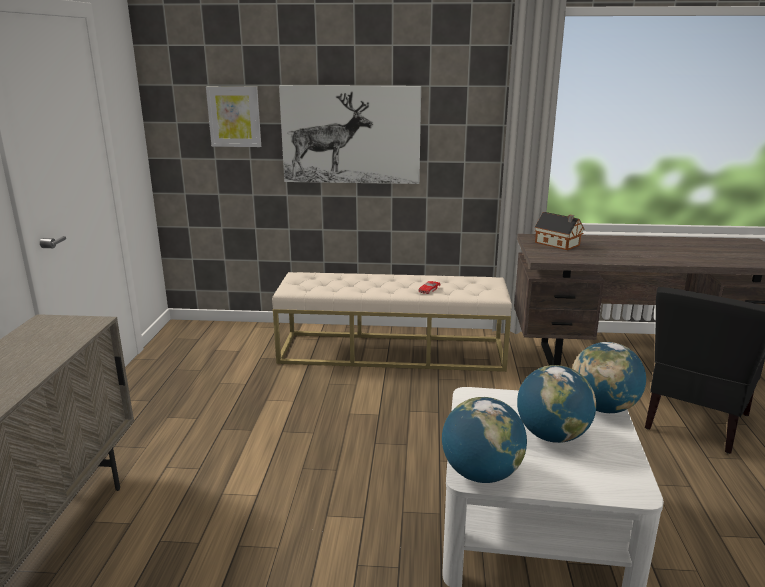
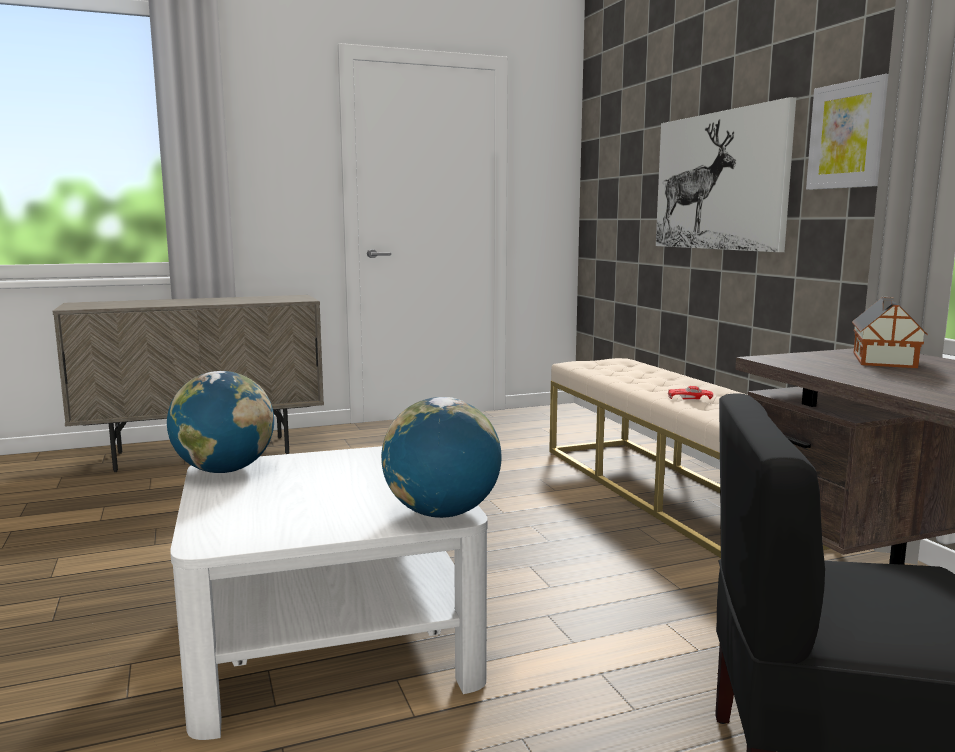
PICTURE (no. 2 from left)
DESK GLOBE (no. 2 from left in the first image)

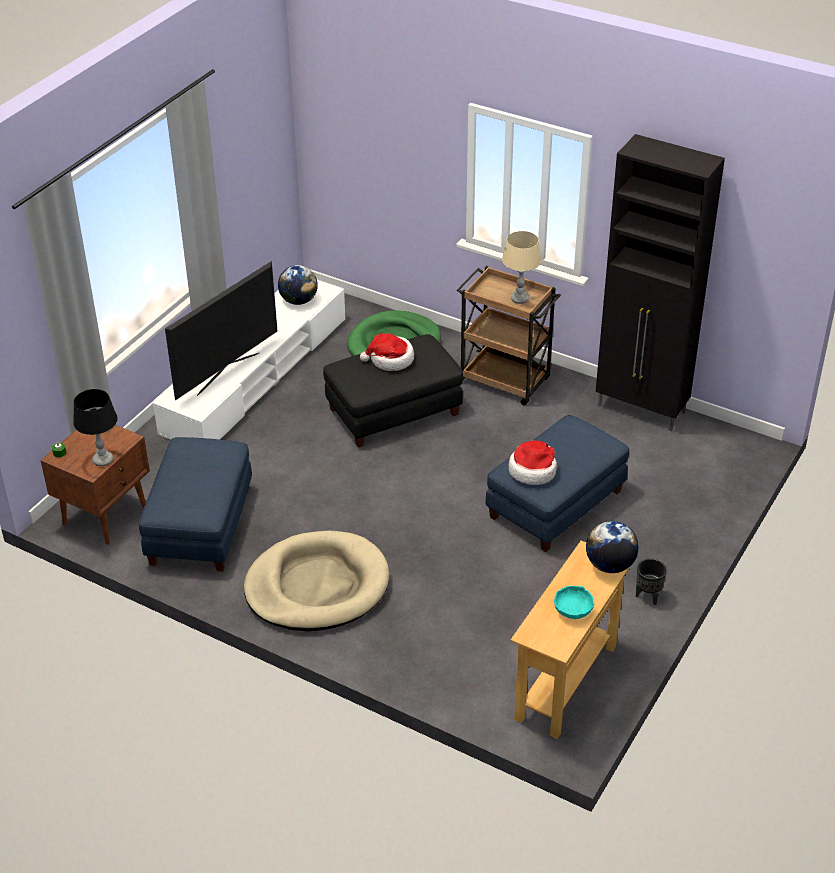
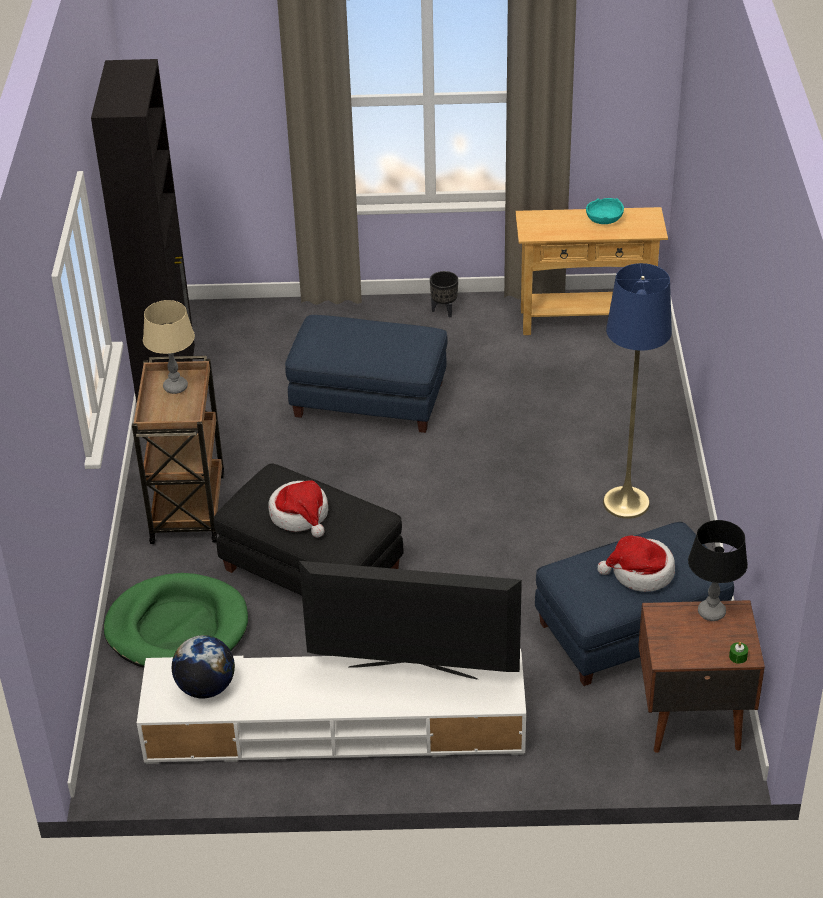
HAT (no. 2 from left)
DESK GLOBE (no. 2 from left in the first image)
BLUE-COLOURED STANDING LAMP

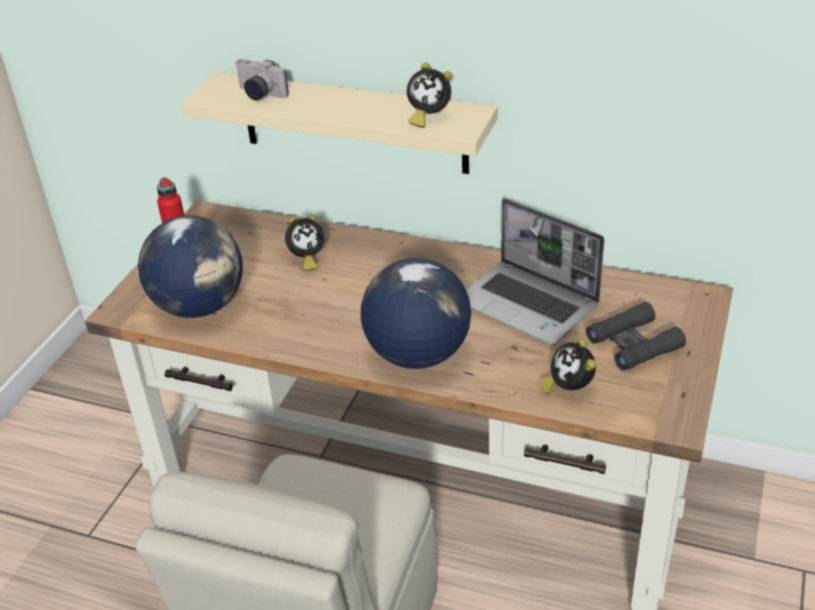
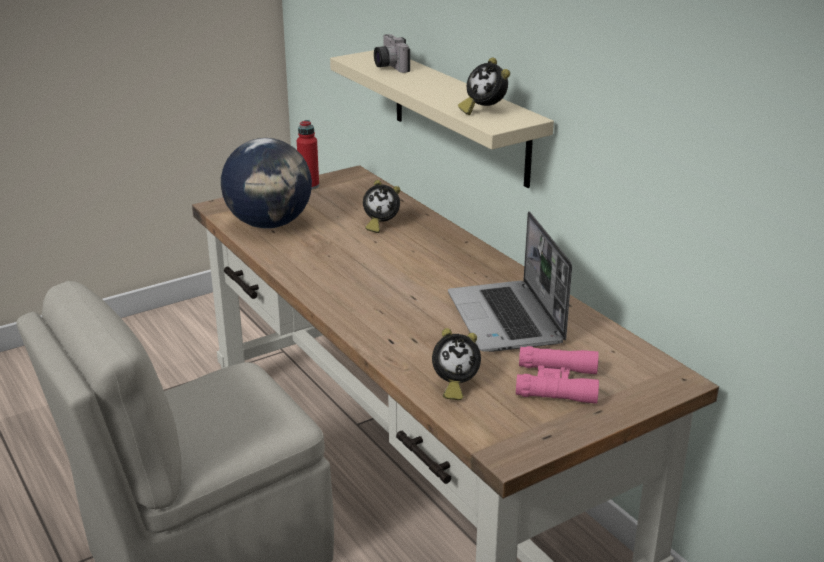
DESK GLOBE (no. 2 from left in the first image)
PINKISH BINOCULARS
ALARM CLOCK (no. 2 from left)

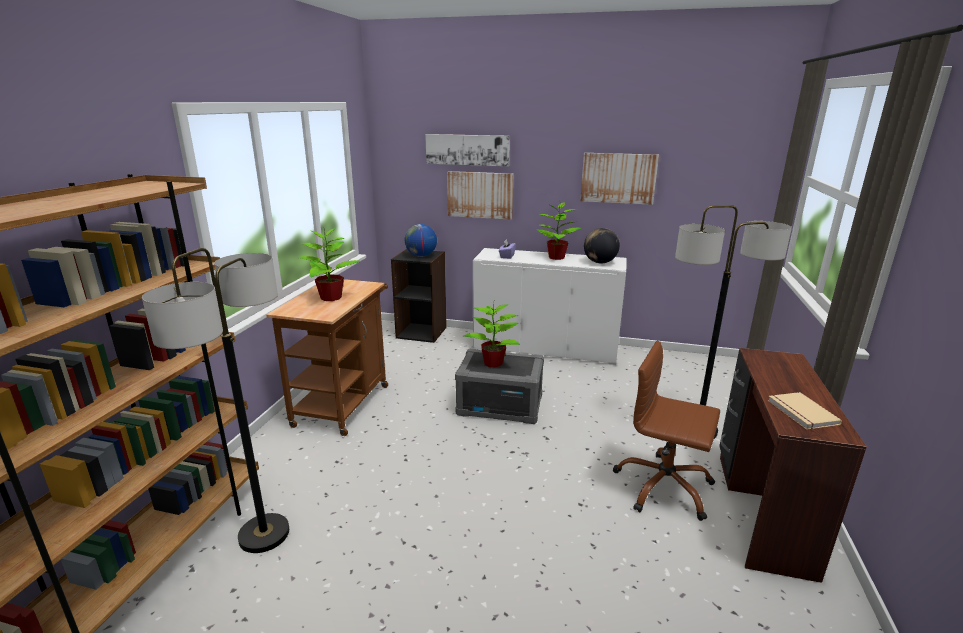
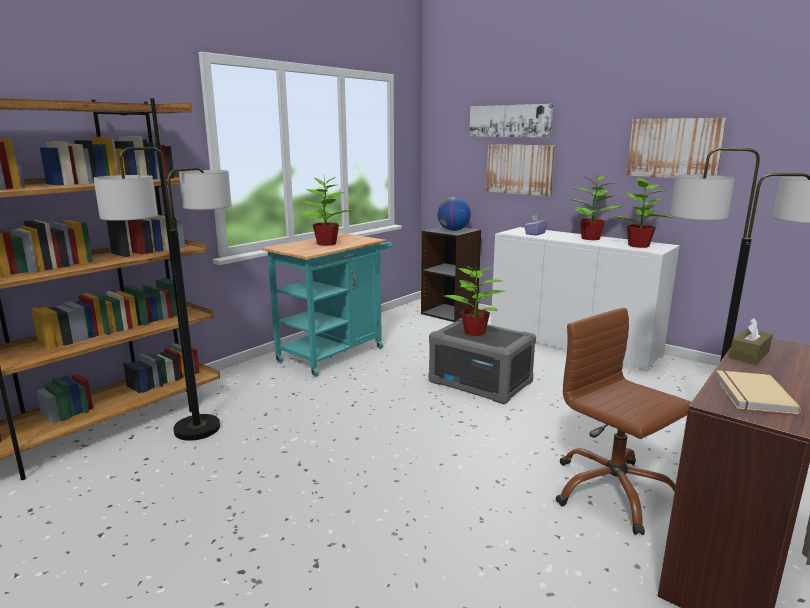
PLANT IN A POT (no. 4 from left)
TURQUOISE TROLLEY
BROWN-COLOURED TISSUE HOLDER

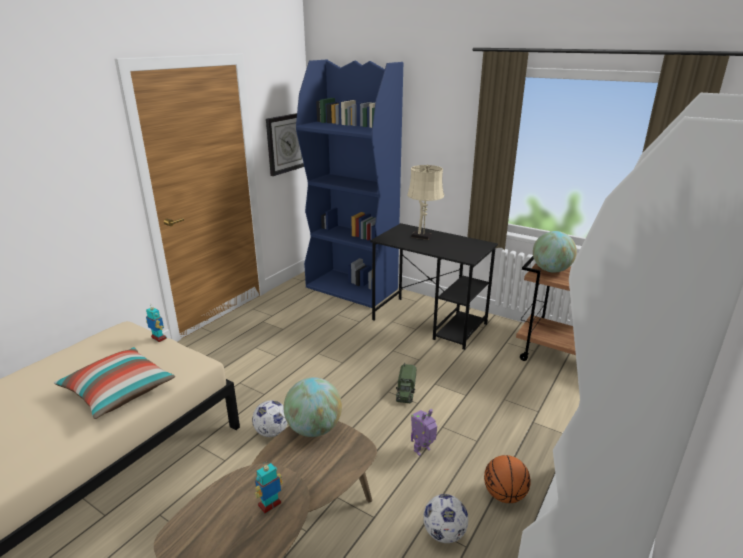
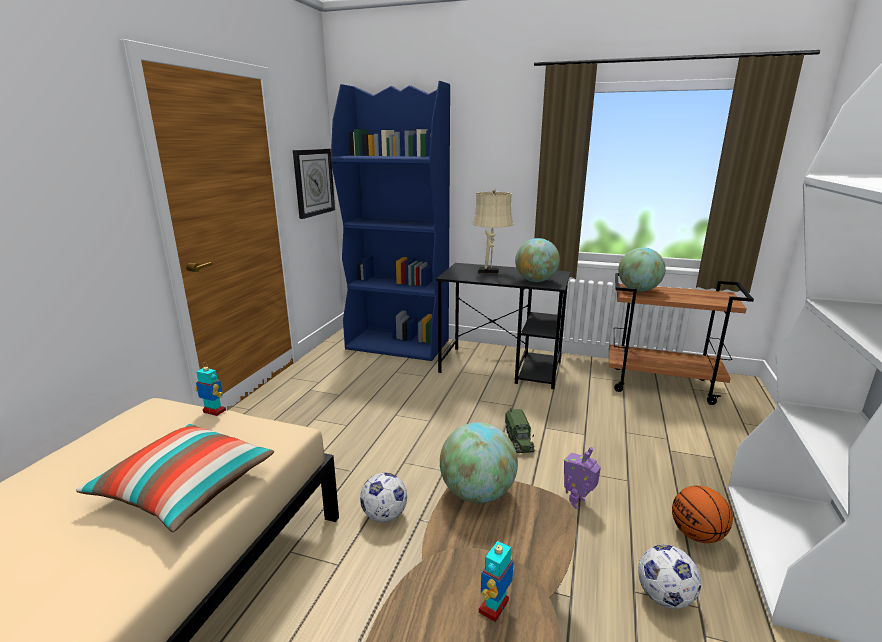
DESK GLOBE (no. 2 from left)

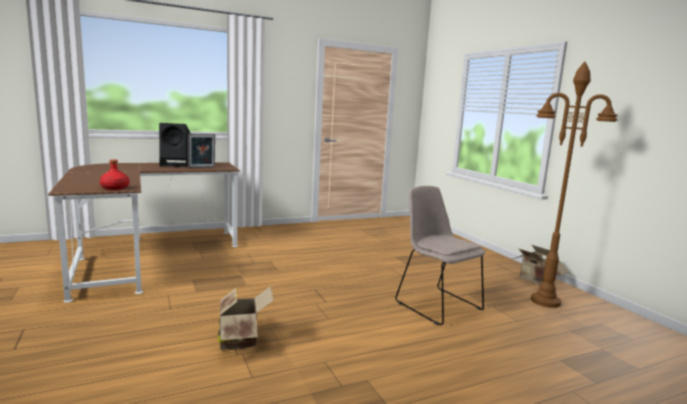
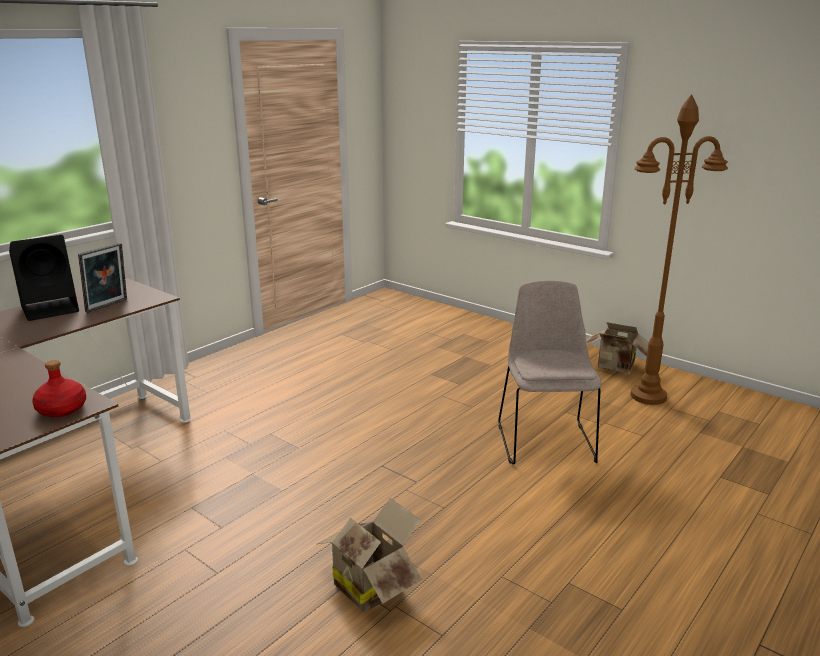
BEIGE CHAIR

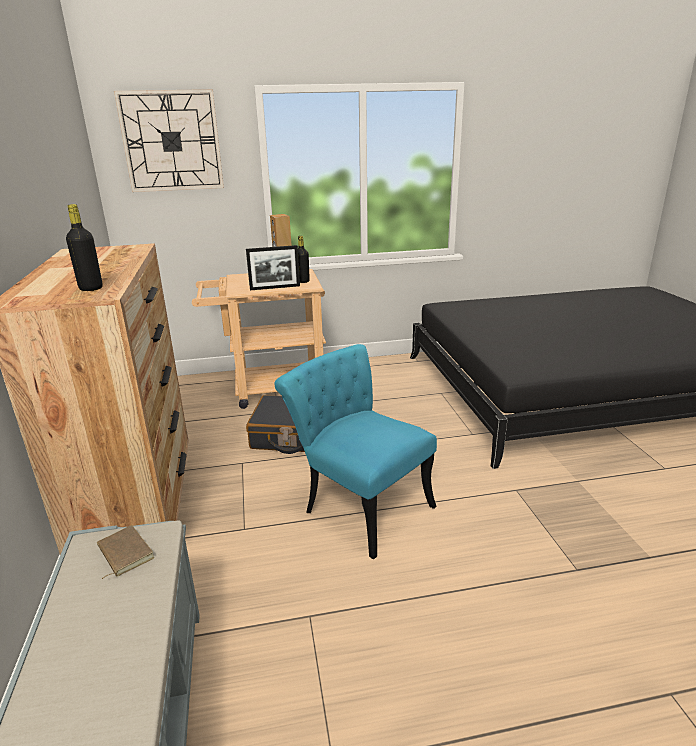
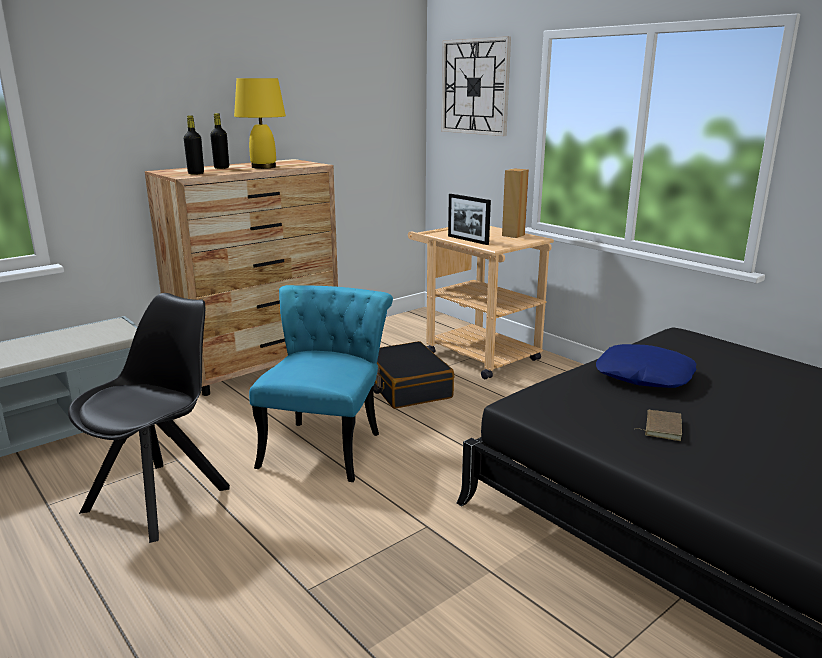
BLACK-COLOURED BOTTLE (no. 2 from left)
BROWN-COLOURED VOLUME
YELLOW-COLOURED TABLETOP LAMP
BLACK-COLOURED CHAIR
BLUE-COLOURED CUSHION

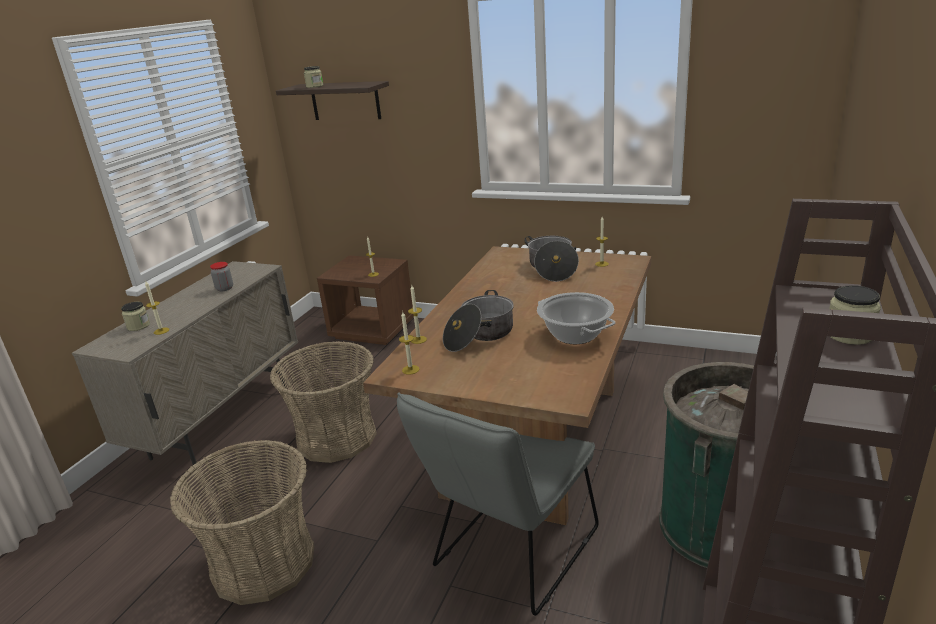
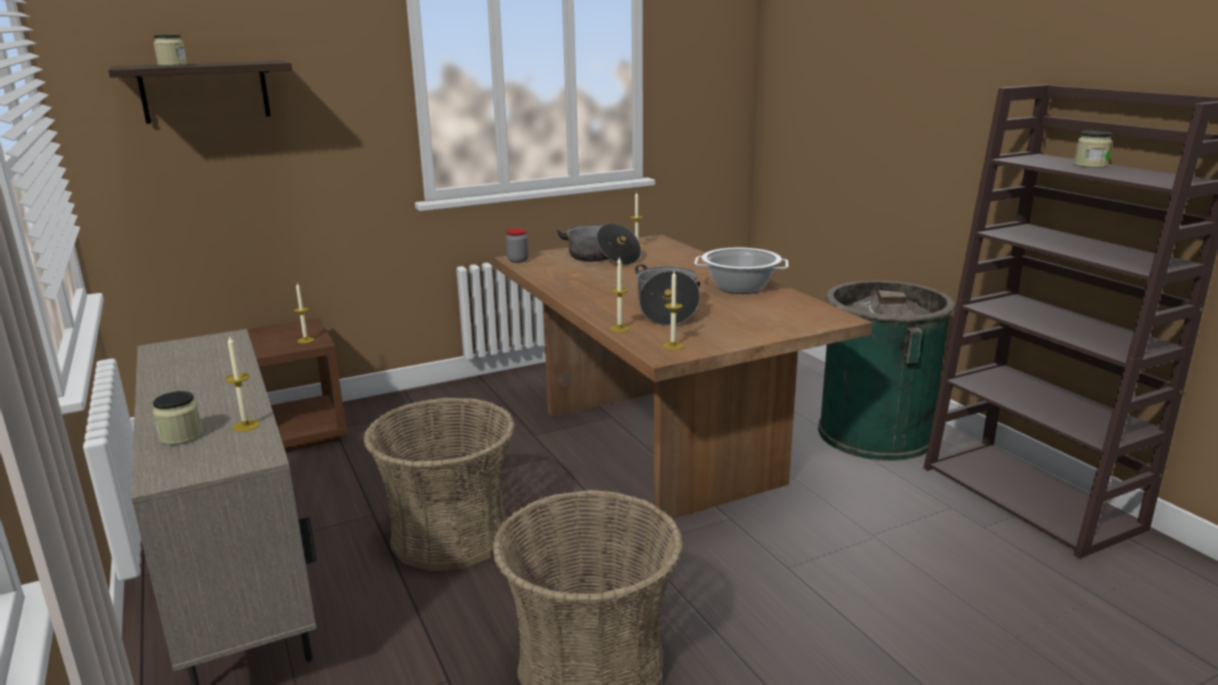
JAR (no. 3 from left)
GRAY CHAIR

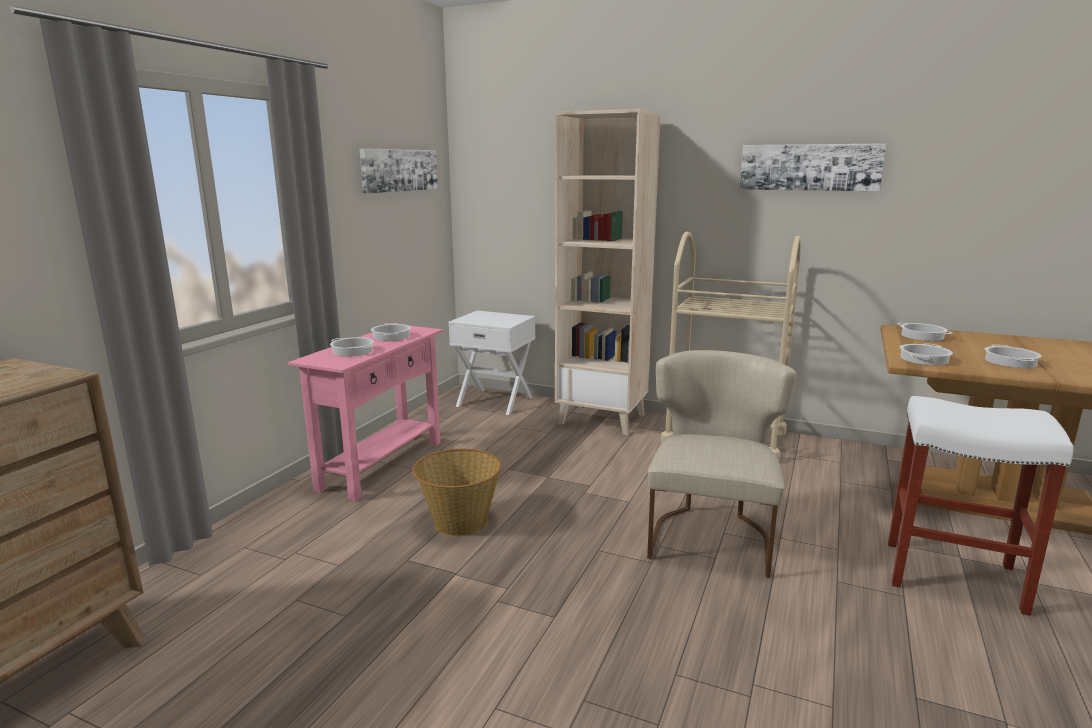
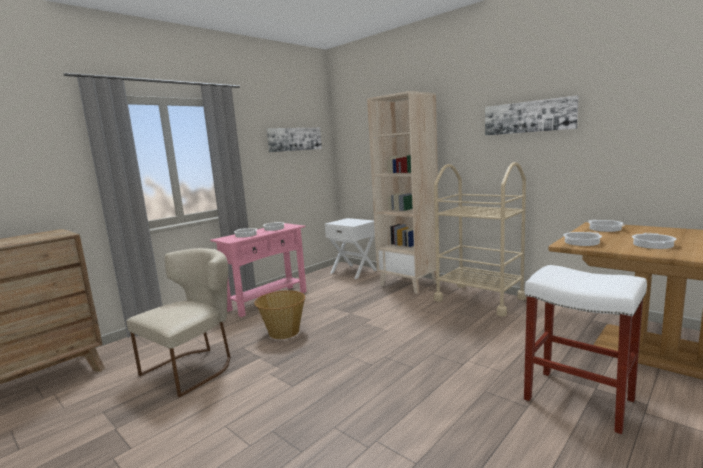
BEIGE CHAIR

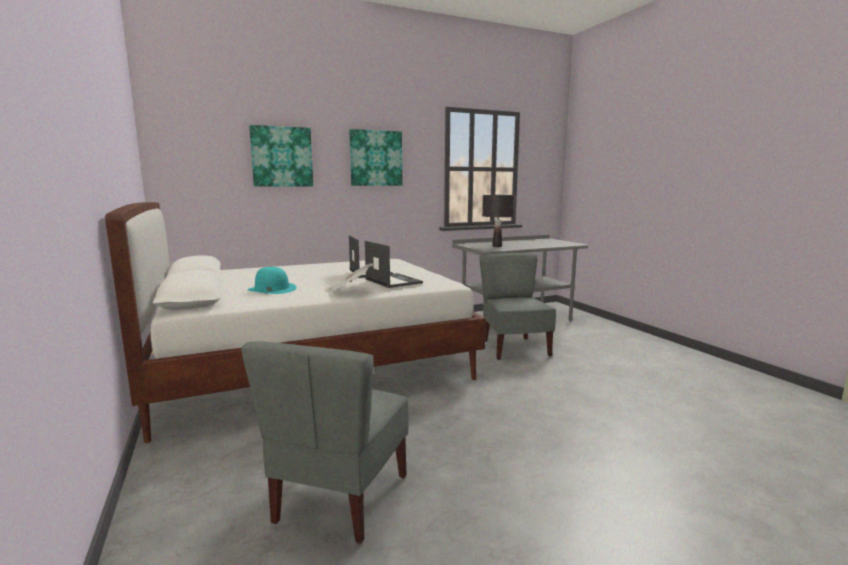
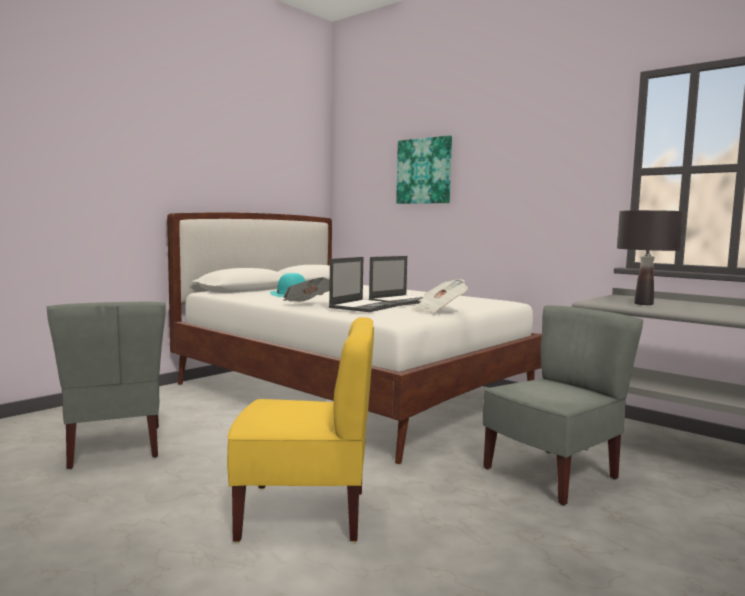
PICTURE (no. 2 from left in the first image)
GRAY CHAIR (no. 1 from left)
PRINTED PAPER (no. 2 from left)
YELLOW-COLOURED CHAIR

